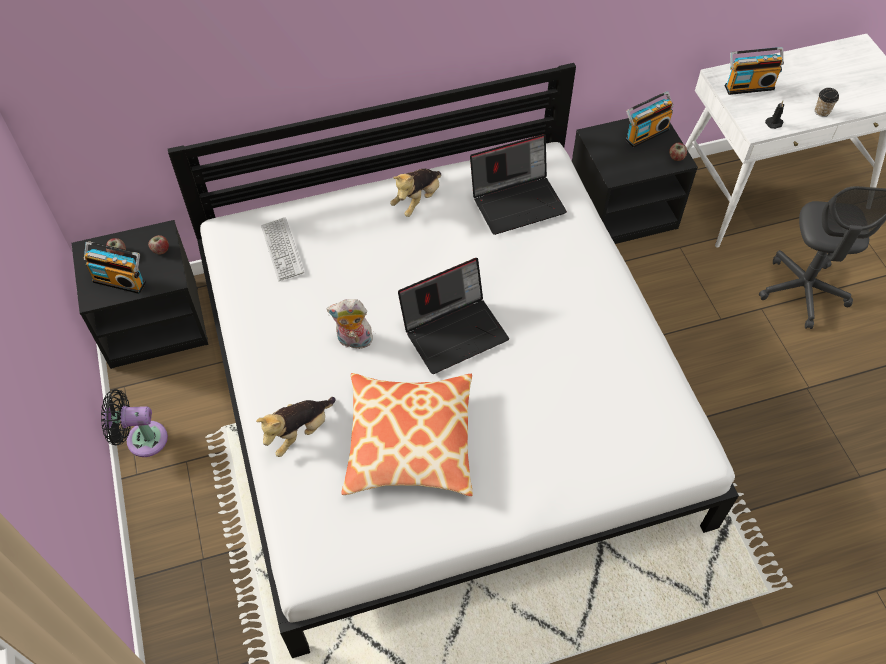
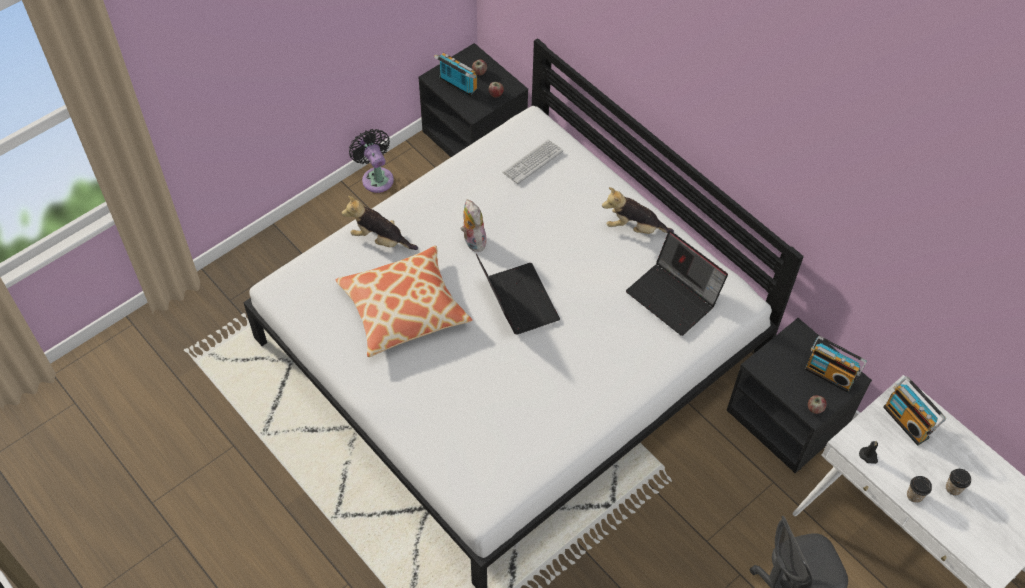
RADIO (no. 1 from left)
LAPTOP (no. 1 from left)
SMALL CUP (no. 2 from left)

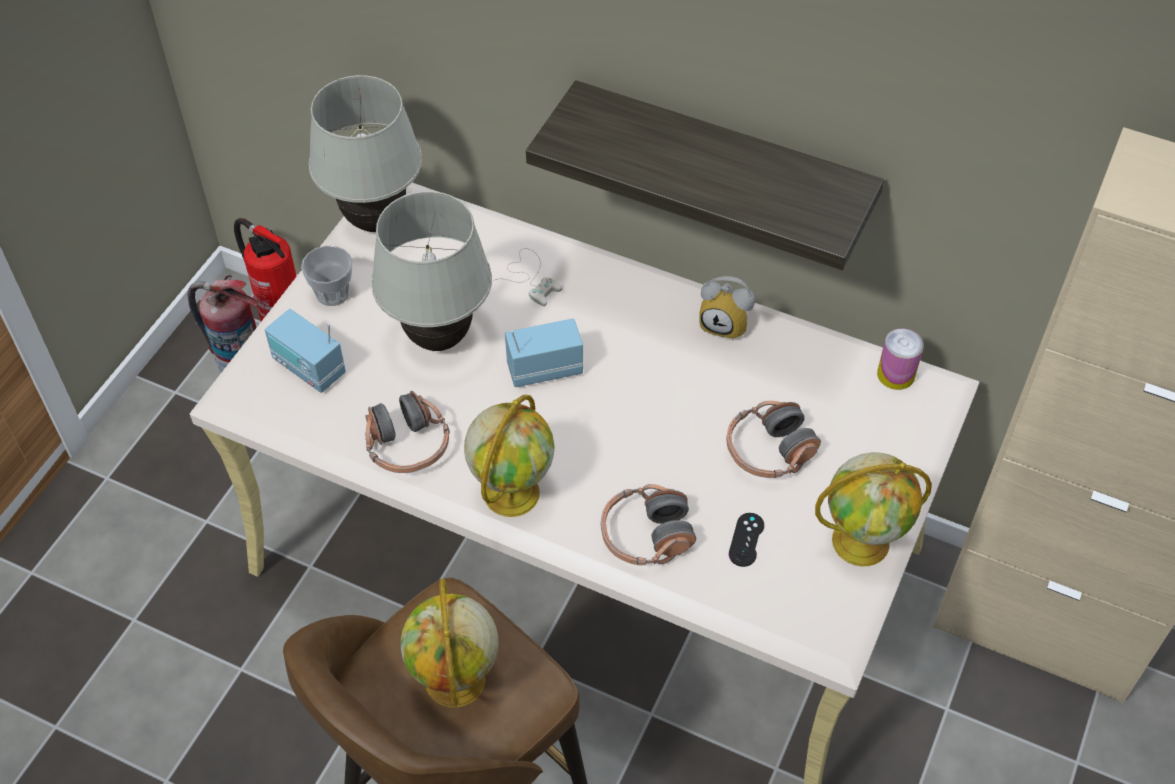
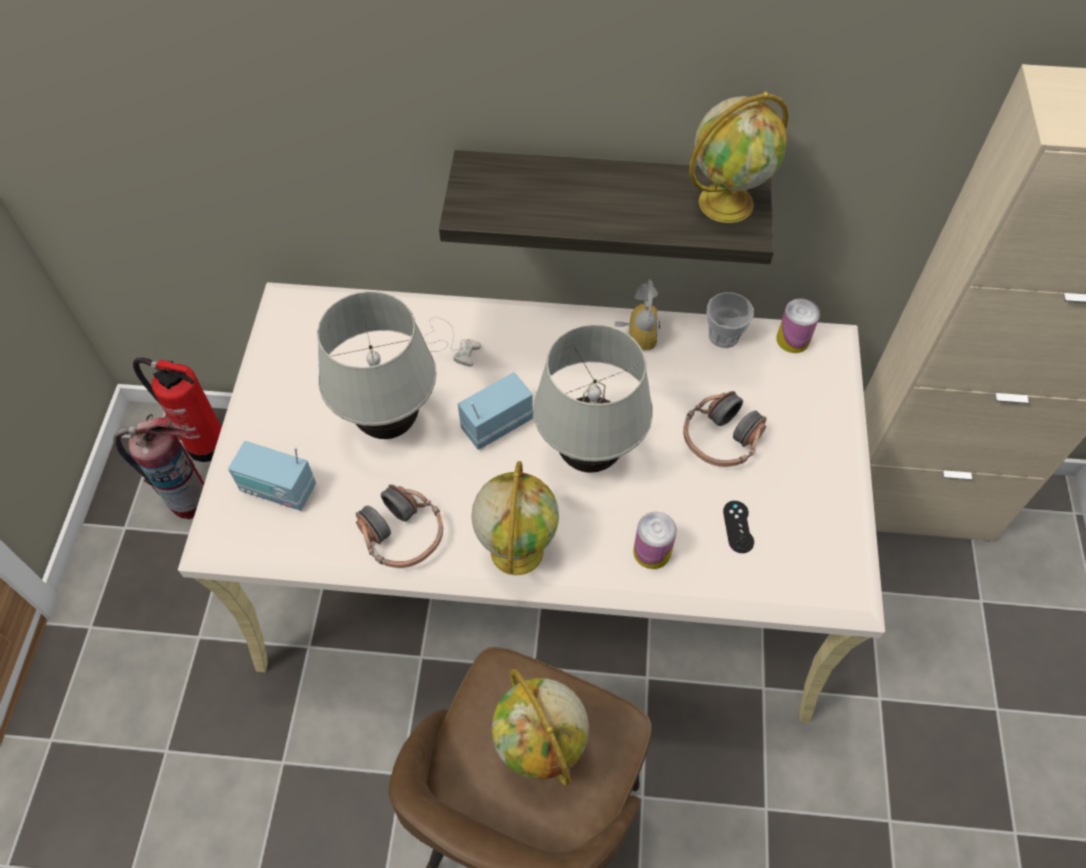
WHITE TABLETOP LAMP (no. 2 from left)
SMALL CUP
ALARM CLOCK
DESK GLOBE (no. 3 from left)
CAN (no. 1 from left)

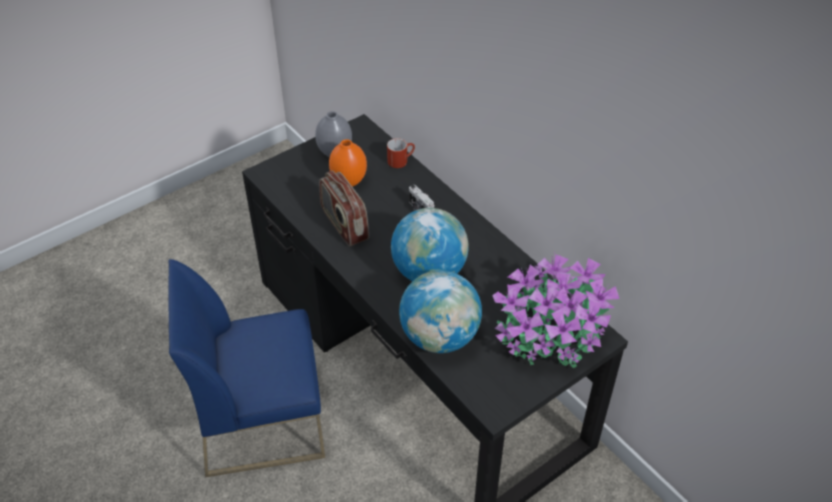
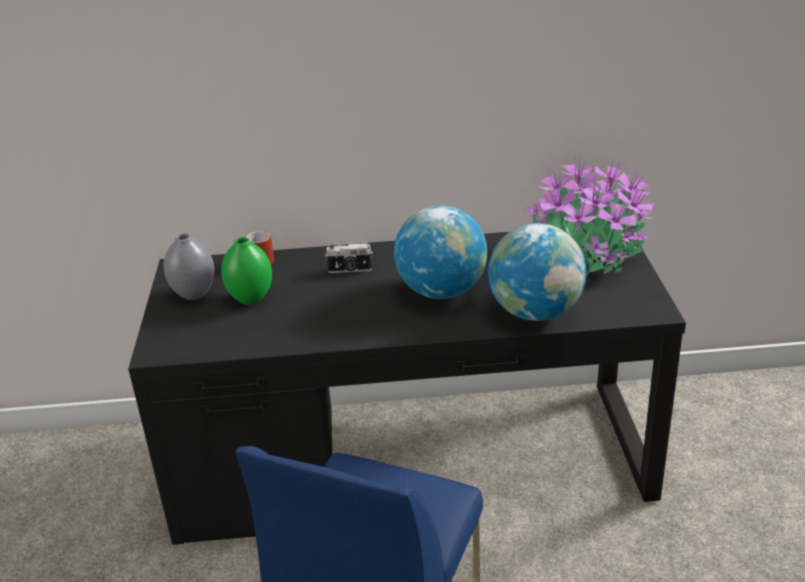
GREEN-COLOURED DECORATIVE VASE
RADIO

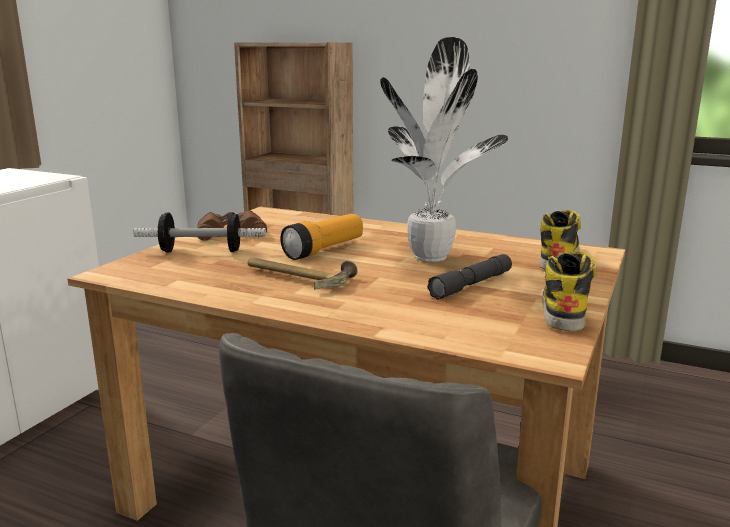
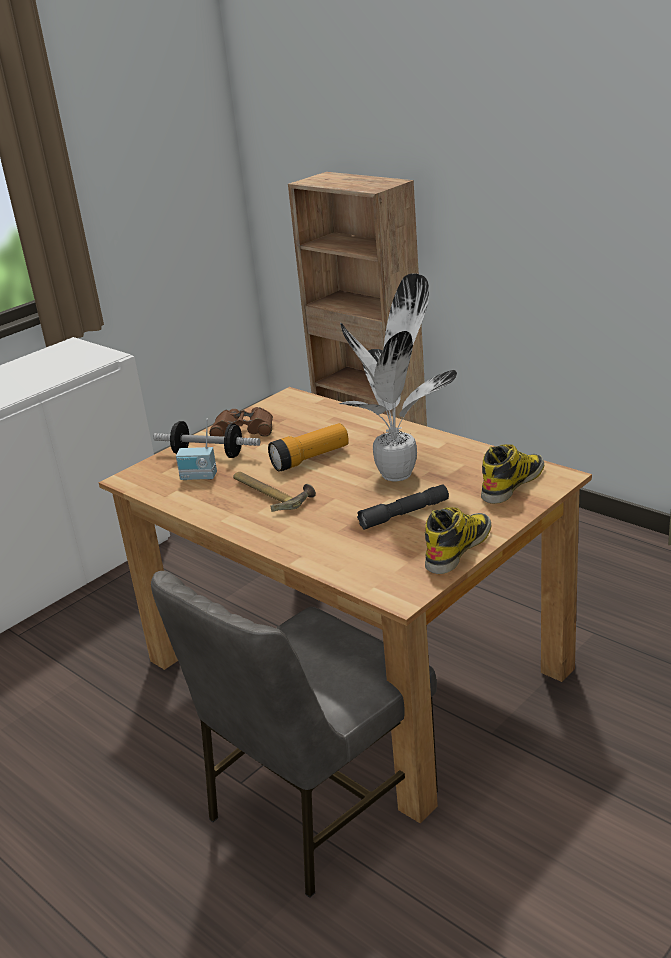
RADIO

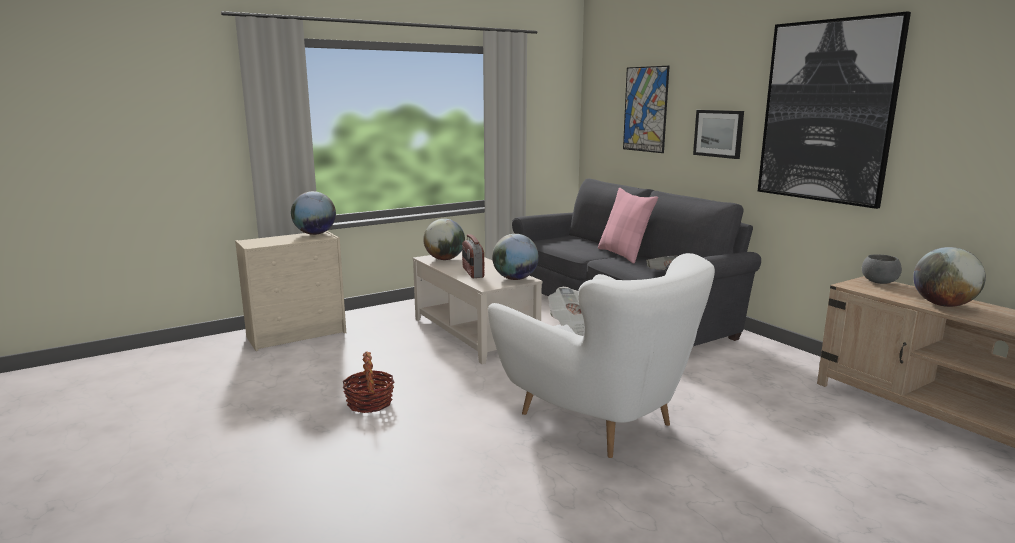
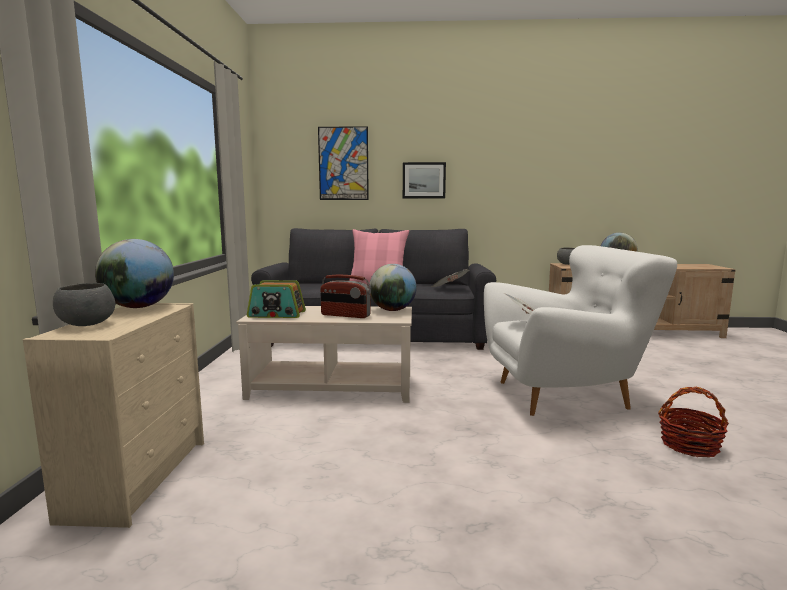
PICTURE (no. 3 from left in the first image)
RADIO (no. 1 from left)
HOUSEHOLD BASKET
GRAY SERVING BOWL (no. 1 from left)

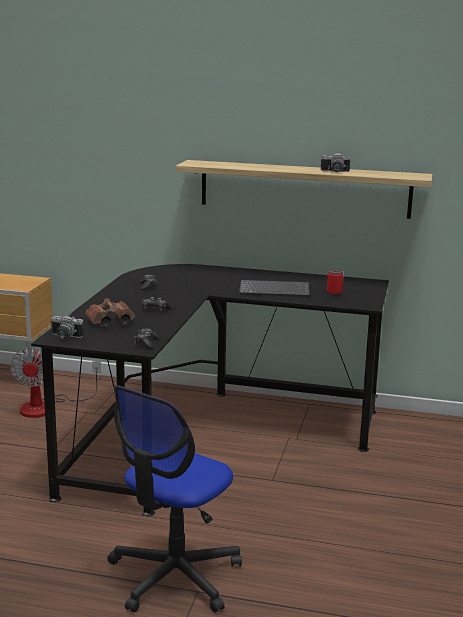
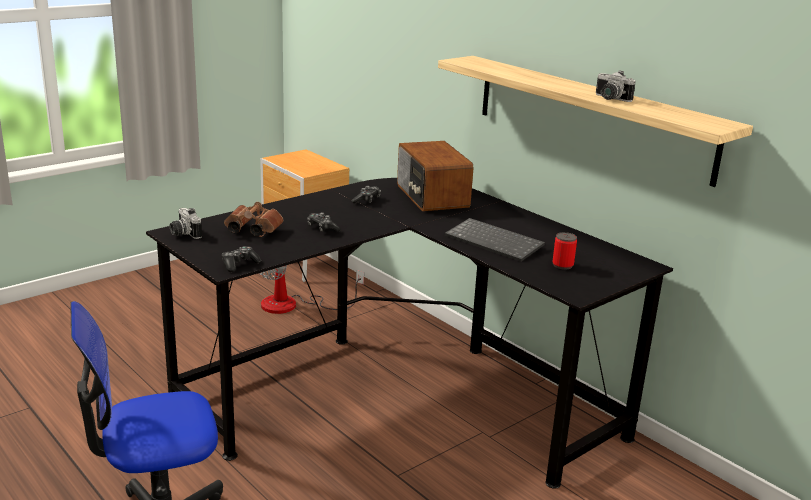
RADIO

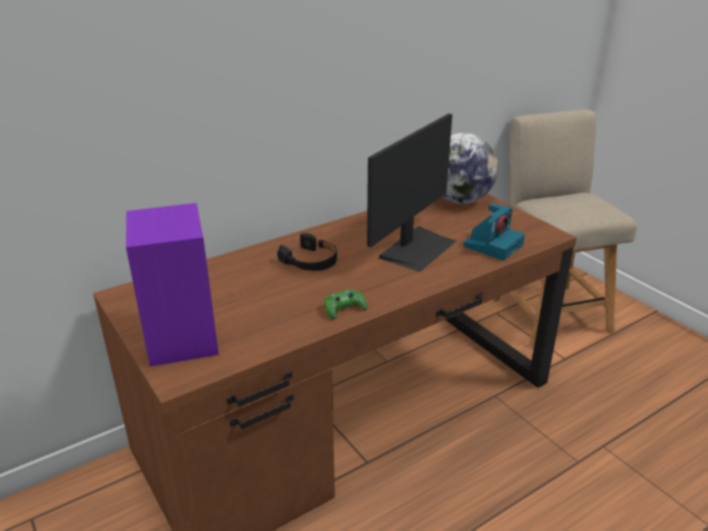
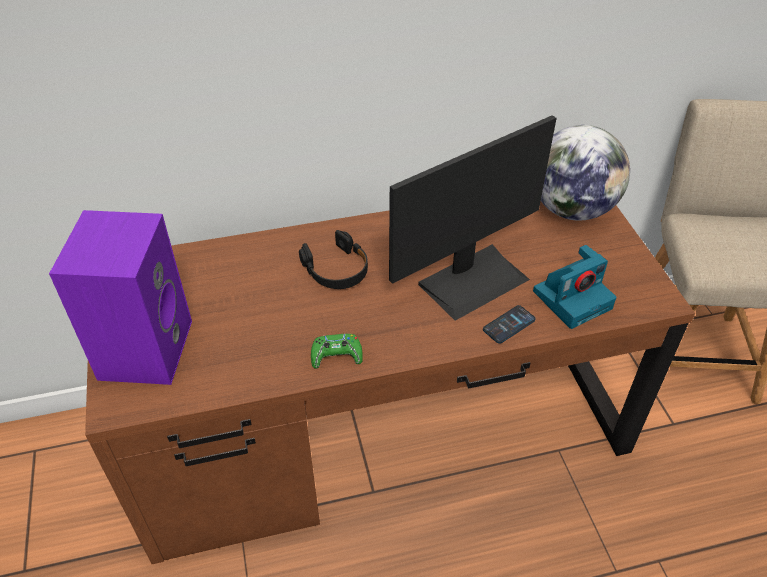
HANDSET

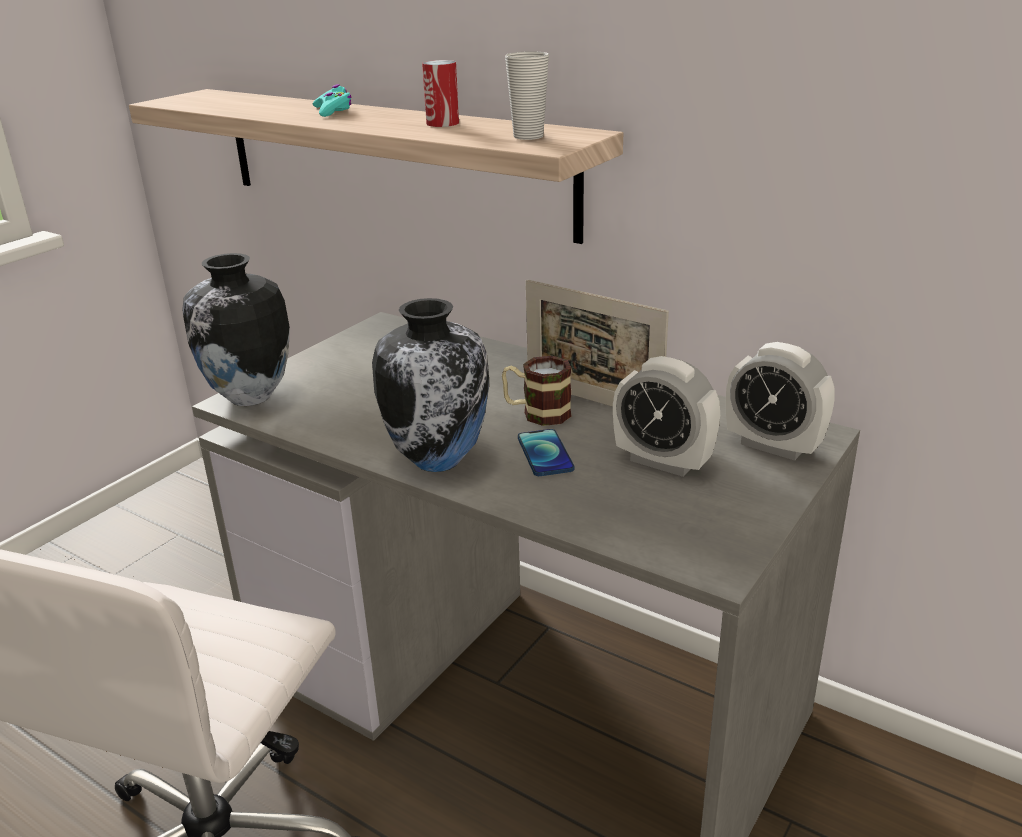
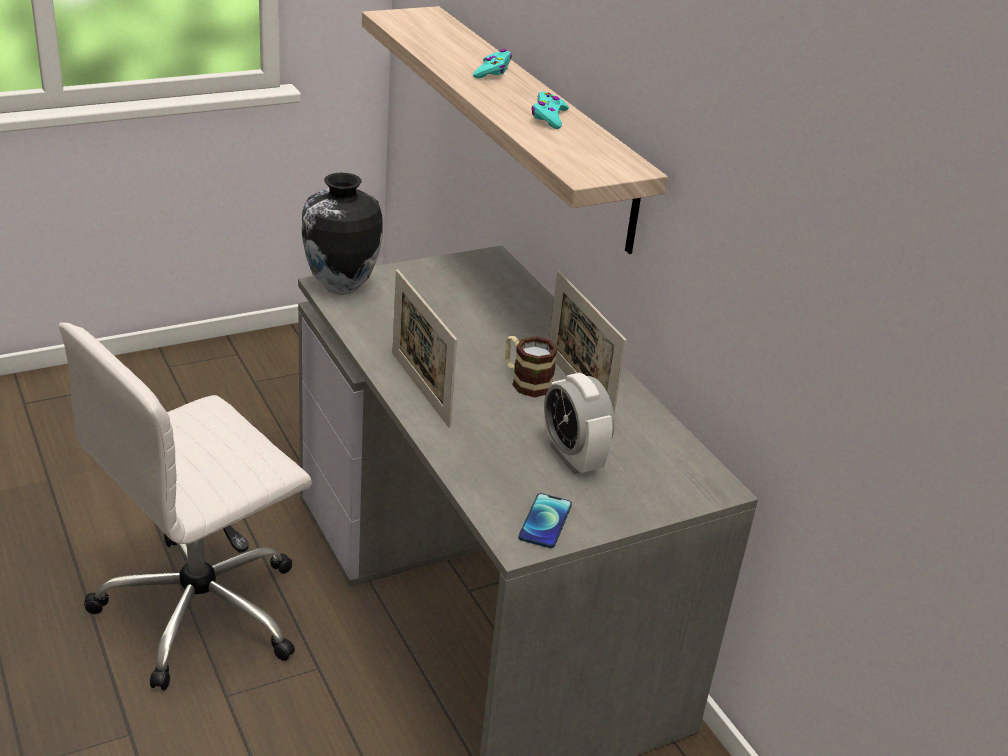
SMALL CUP
TURQUOISE JOYPAD (no. 2 from left)
PHOTO FRAME (no. 1 from left)
ALARM CLOCK (no. 2 from left in the first image)
HANDSET

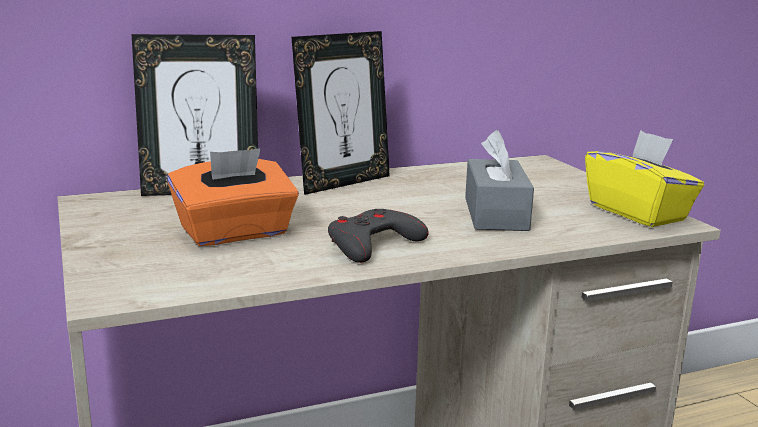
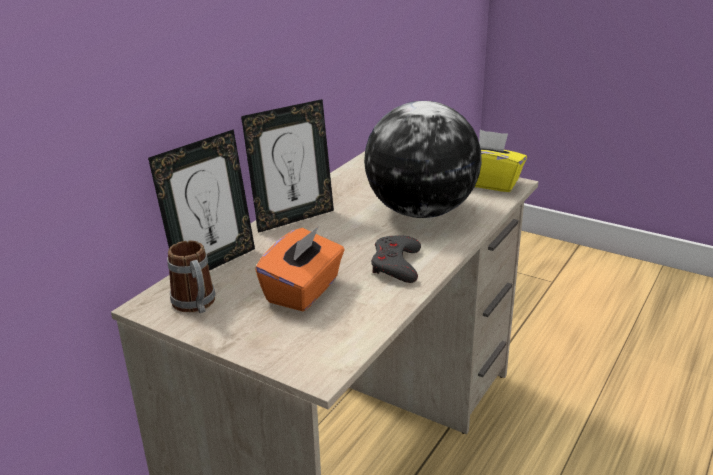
PHOTO FRAME (no. 2 from left)
DESK GLOBE
MUG

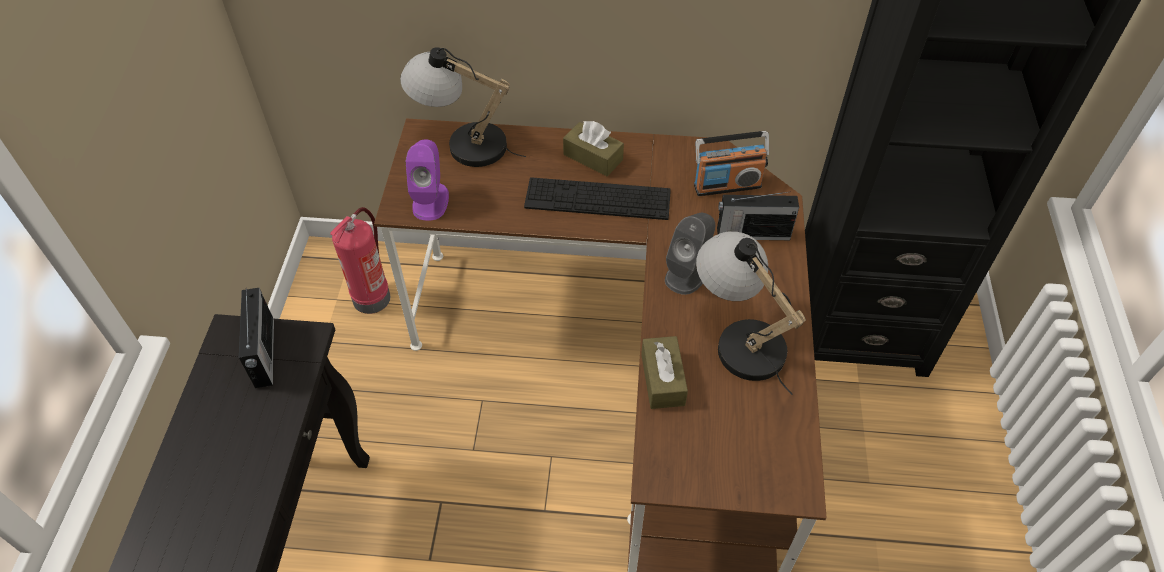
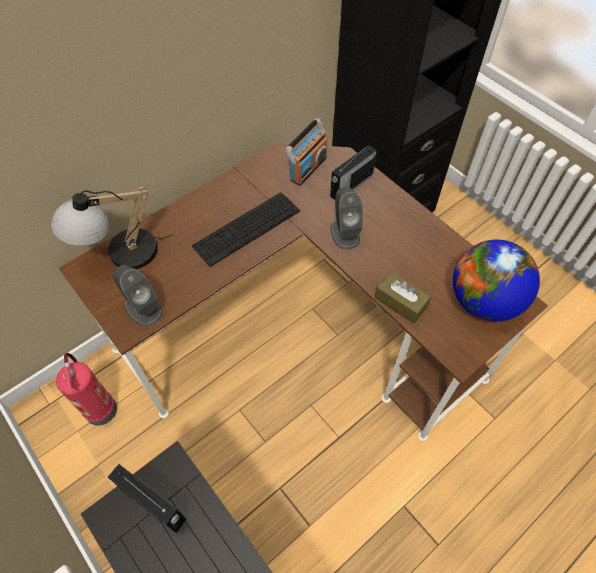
BROWN-COLOURED TISSUE HOLDER (no. 1 from left in the first image)
GRAY SPEAKER (no. 1 from left)
TABLETOP LAMP (no. 2 from left in the first image)
DESK GLOBE

